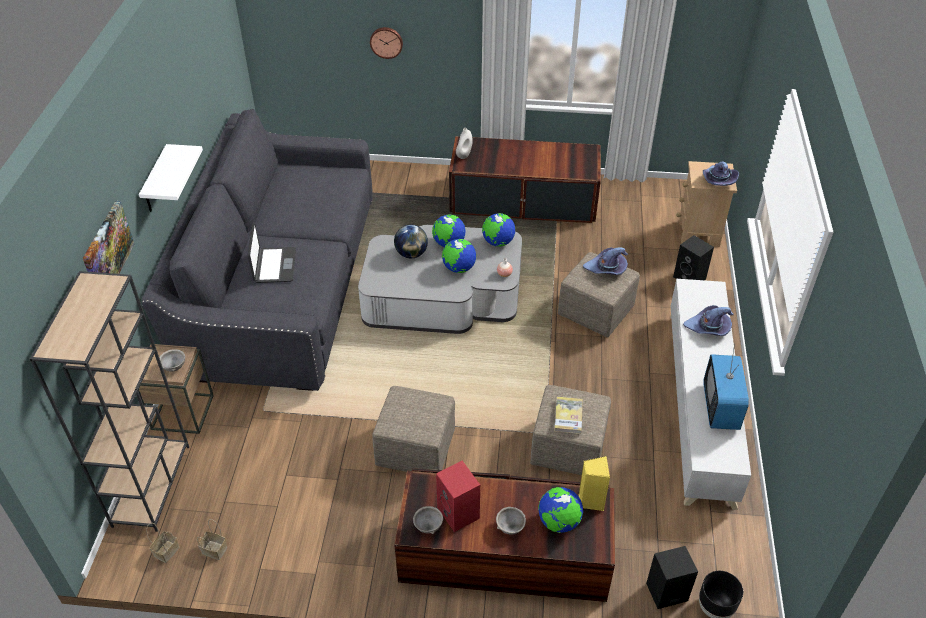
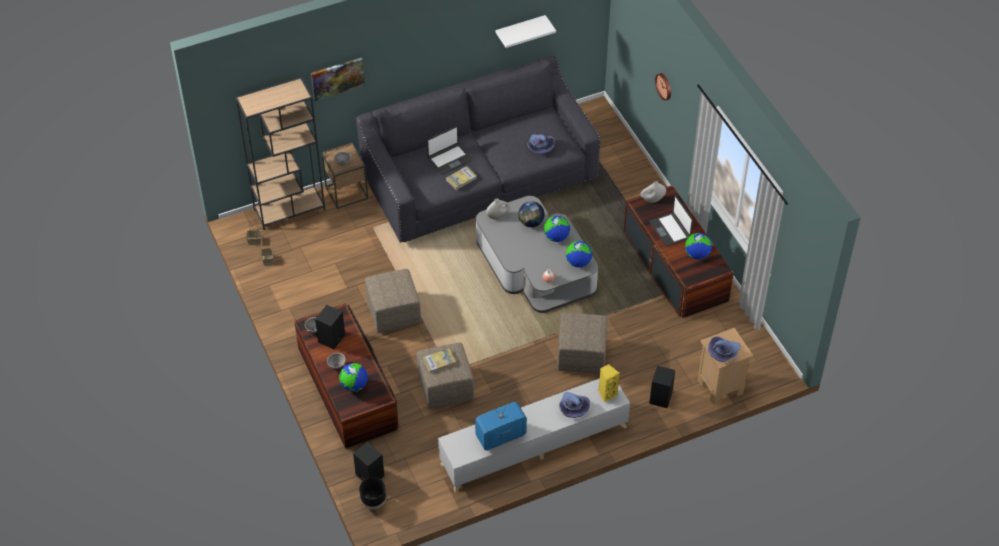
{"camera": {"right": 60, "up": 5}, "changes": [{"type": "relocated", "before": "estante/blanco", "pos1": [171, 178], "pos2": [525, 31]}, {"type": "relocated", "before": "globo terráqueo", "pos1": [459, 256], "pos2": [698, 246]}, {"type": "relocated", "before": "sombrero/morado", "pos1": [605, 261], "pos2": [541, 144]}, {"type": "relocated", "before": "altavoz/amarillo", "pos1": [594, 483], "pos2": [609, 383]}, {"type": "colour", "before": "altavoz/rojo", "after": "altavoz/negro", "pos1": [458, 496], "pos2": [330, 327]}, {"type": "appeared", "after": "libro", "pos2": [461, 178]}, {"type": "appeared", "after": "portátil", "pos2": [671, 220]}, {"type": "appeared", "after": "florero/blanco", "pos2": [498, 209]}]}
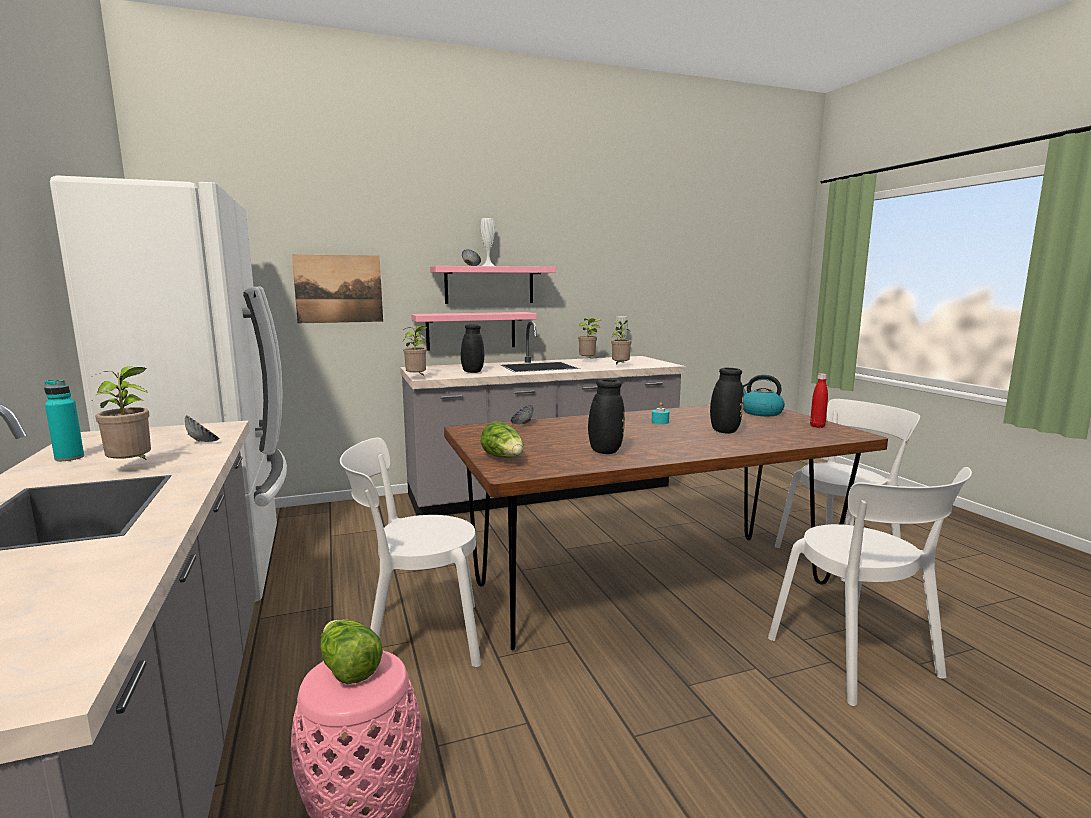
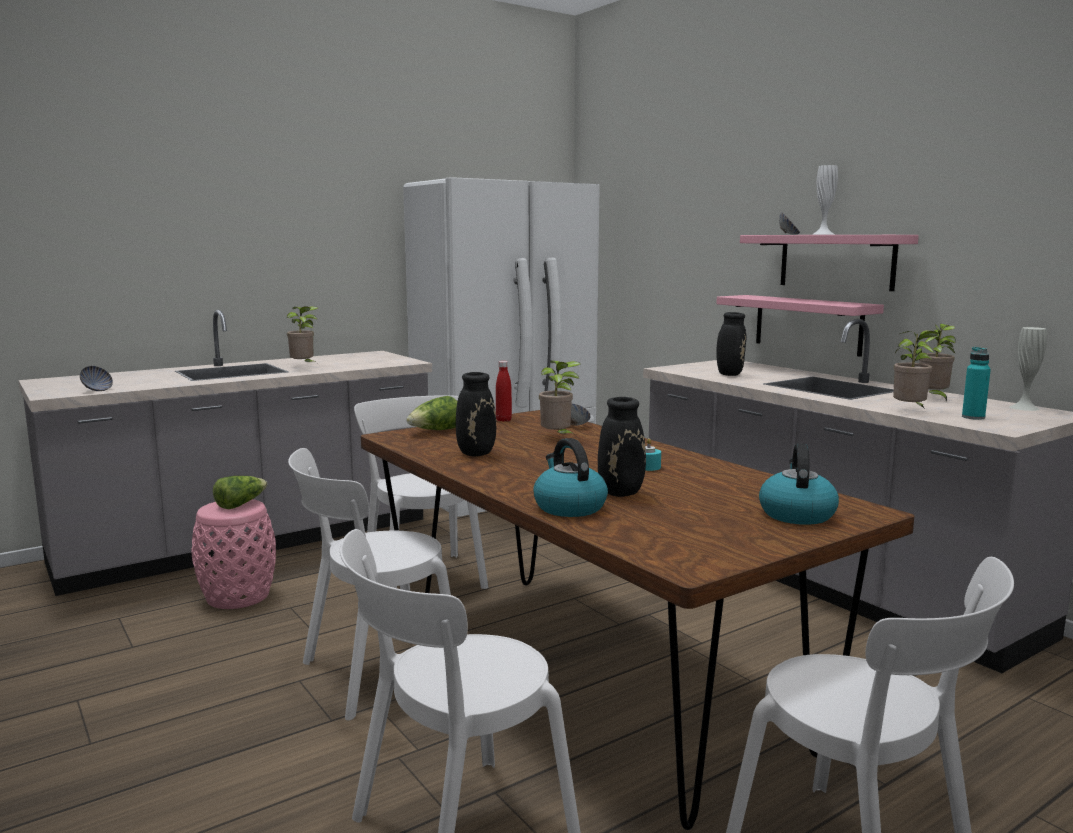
{"camera": {"right": 75, "up": 0}, "changes": [{"type": "missing", "before": "cuadro", "pos1": [337, 289]}, {"type": "relocated", "before": "planta en maceta", "pos1": [415, 351], "pos2": [560, 398]}, {"type": "relocated", "before": "botella/rojo", "pos1": [819, 400], "pos2": [504, 391]}, {"type": "relocated", "before": "botella/turquesa", "pos1": [64, 420], "pos2": [976, 383]}, {"type": "relocated", "before": "cuenco", "pos1": [202, 428], "pos2": [96, 378]}, {"type": "appeared", "after": "hervidor", "pos2": [570, 477]}, {"type": "appeared", "after": "silla/blanco", "pos2": [369, 584]}]}
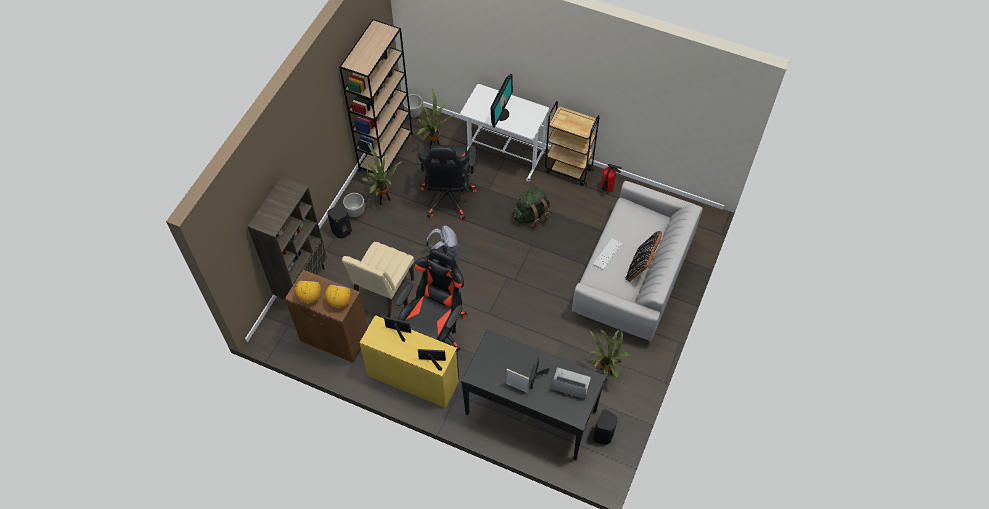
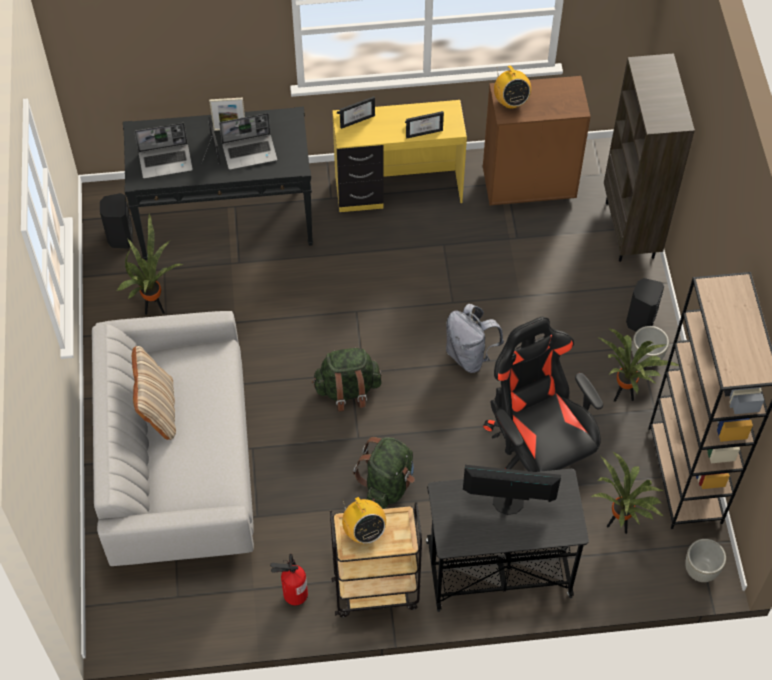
{"camera": {"right": 150, "up": 0}, "changes": [{"type": "spun", "before": "monitor", "pos1": [501, 101], "pos2": [512, 490], "turn": 105}, {"type": "colour", "before": "escritorio/blanco", "after": "escritorio/negro", "pos1": [504, 133], "pos2": [507, 540]}, {"type": "colour", "before": "cojín/negro", "after": "cojín/beis", "pos1": [643, 256], "pos2": [154, 393]}, {"type": "missing", "before": "teclado", "pos1": [607, 254]}, {"type": "missing", "before": "silla/beis", "pos1": [378, 280]}, {"type": "missing", "before": "silla de oficina/negro", "pos1": [432, 300]}, {"type": "relocated", "before": "radio", "pos1": [308, 292], "pos2": [364, 520]}, {"type": "appeared", "after": "portátil", "pos2": [248, 141]}, {"type": "appeared", "after": "mochila/verde", "pos2": [347, 380]}]}
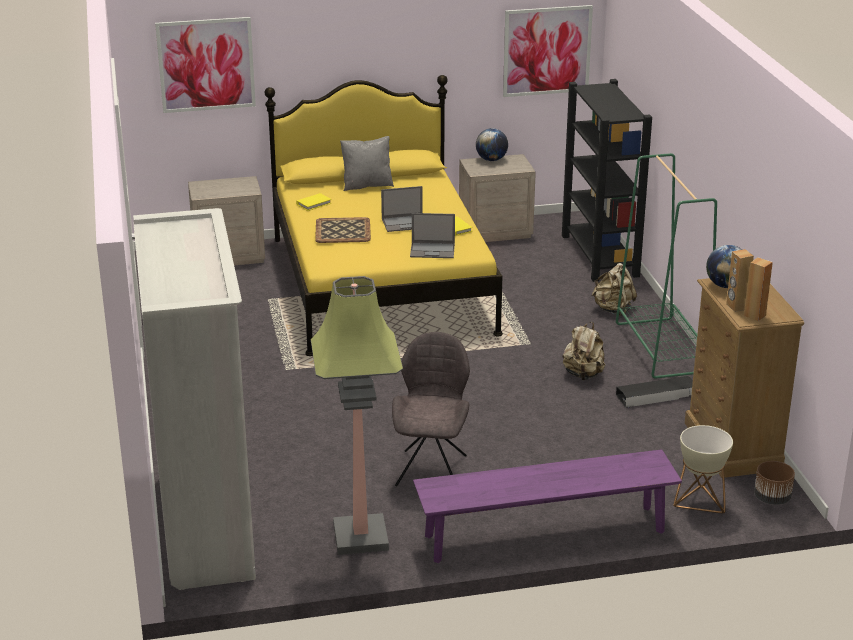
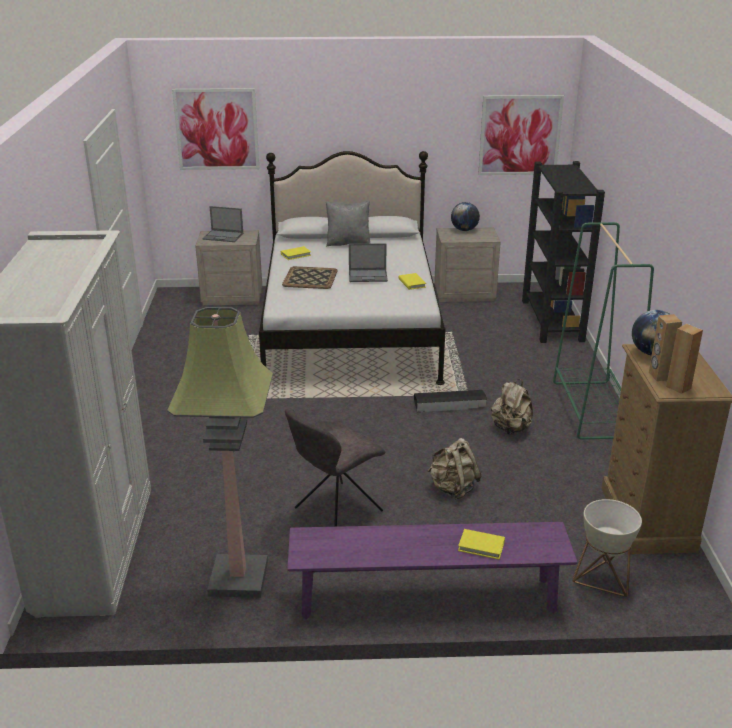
{"camera": {"right": 10, "up": 0}, "changes": [{"type": "colour", "before": "cama/amarillo", "after": "cama/blanco", "pos1": [384, 215], "pos2": [352, 268]}, {"type": "relocated", "before": "portátil", "pos1": [432, 235], "pos2": [222, 224]}, {"type": "relocated", "before": "mochila/beis", "pos1": [614, 289], "pos2": [454, 469]}, {"type": "spun", "before": "silla/gris", "pos1": [431, 409], "pos2": [335, 467], "turn": -150}, {"type": "relocated", "before": "caja de almacenaje/negro", "pos1": [654, 392], "pos2": [450, 401]}, {"type": "missing", "before": "maceta/marrón", "pos1": [774, 483]}, {"type": "appeared", "after": "libro/amarillo", "pos2": [481, 544]}]}
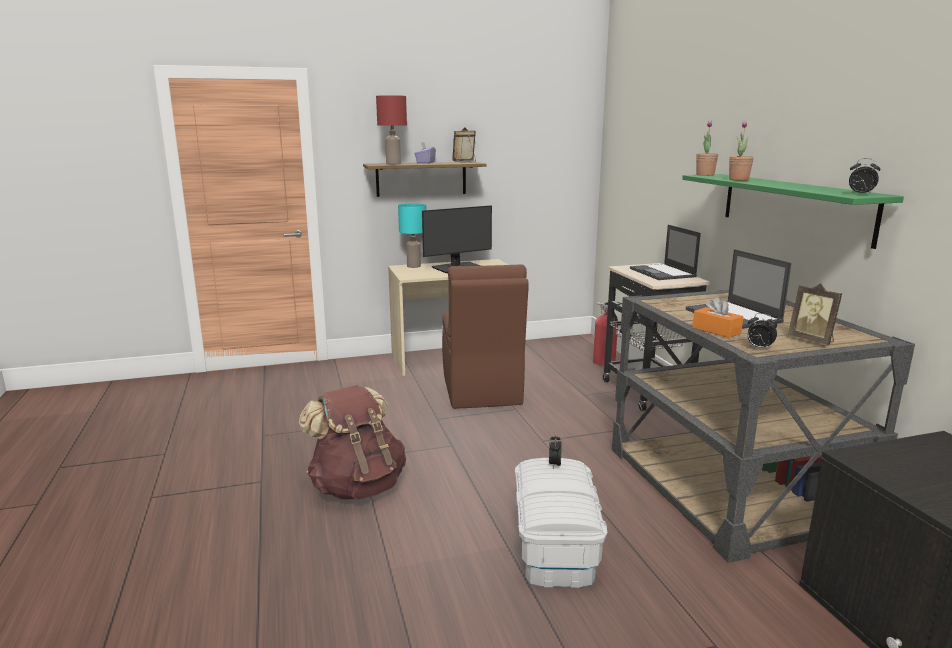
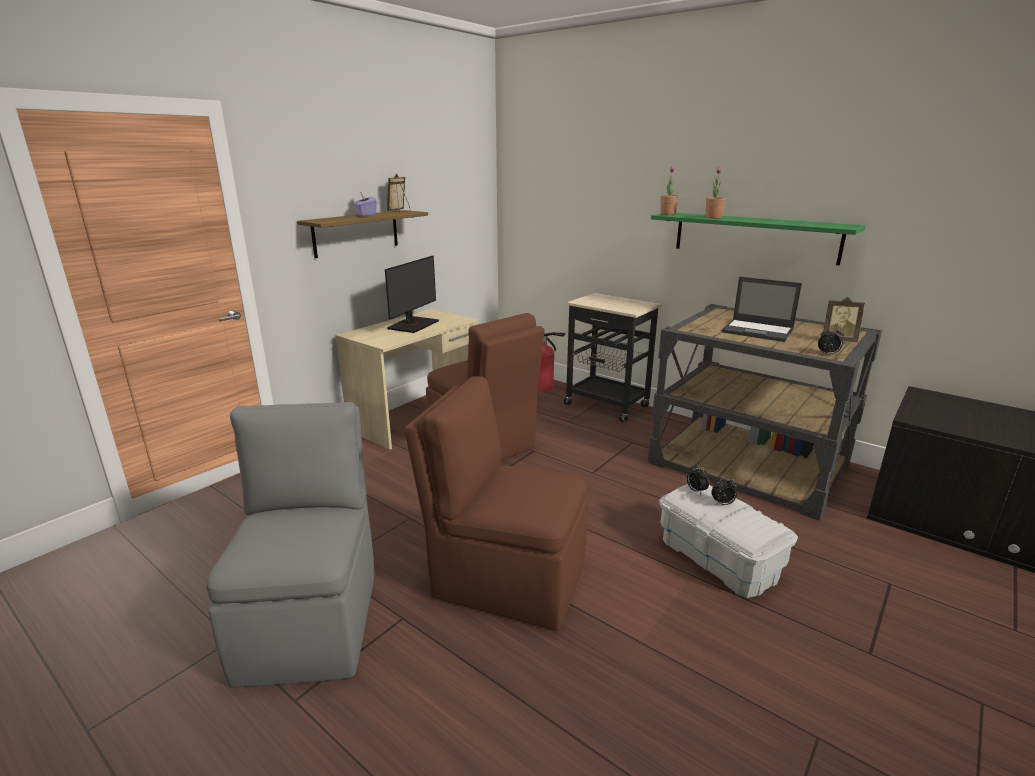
{"camera": {"right": -35, "up": 5}, "changes": [{"type": "missing", "before": "lámpara de mesa/rojo", "pos1": [391, 130]}, {"type": "relocated", "before": "despertador", "pos1": [864, 176], "pos2": [724, 491]}, {"type": "missing", "before": "lámpara de mesa/turquesa", "pos1": [412, 236]}, {"type": "missing", "before": "portátil", "pos1": [665, 252]}, {"type": "missing", "before": "caja de pañuelos/naranja", "pos1": [717, 317]}, {"type": "exchanged", "before": "mochila/marrón", "after": "silla/marrón", "pos1": [352, 442], "pos2": [496, 503]}, {"type": "appeared", "after": "silla/gris", "pos2": [290, 544]}]}
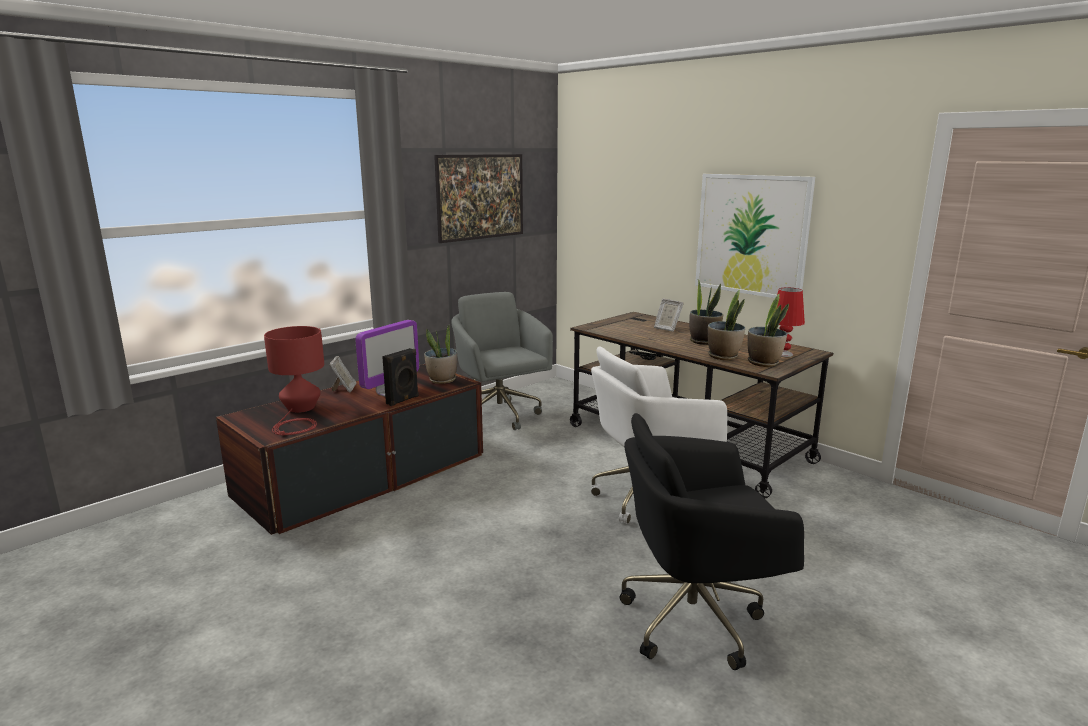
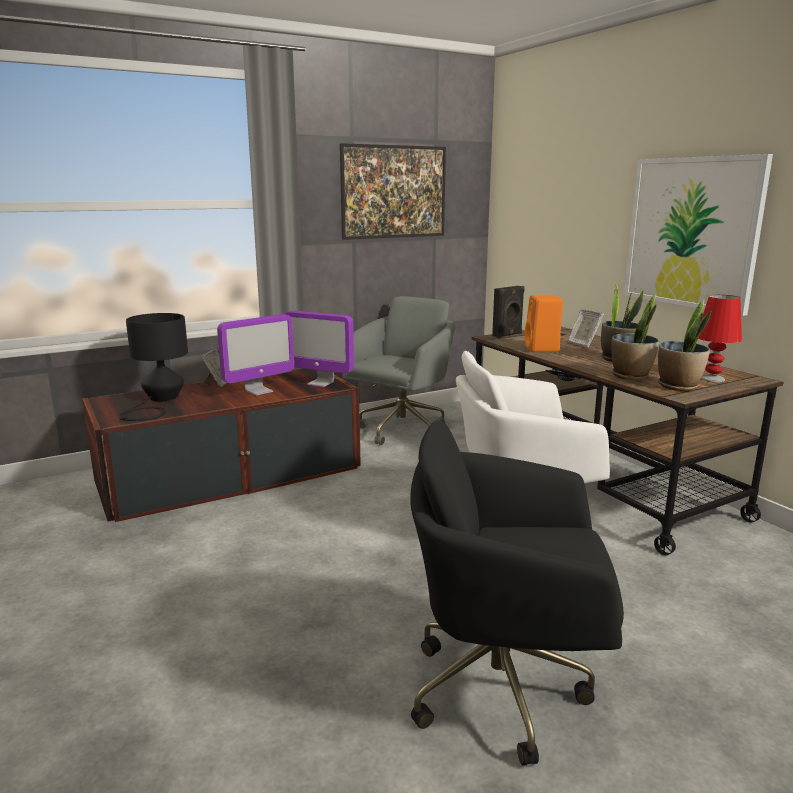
{"camera": {"right": 15, "up": 0}, "changes": [{"type": "spun", "before": "silla de oficina/gris", "pos1": [502, 361], "pos2": [398, 370], "turn": 45}, {"type": "exchanged", "before": "planta en maceta", "after": "monitor", "pos1": [440, 354], "pos2": [319, 349]}, {"type": "colour", "before": "lámpara de mesa/rojo", "after": "lámpara de mesa/negro", "pos1": [294, 381], "pos2": [153, 367]}, {"type": "relocated", "before": "altavoz/negro", "pos1": [400, 377], "pos2": [508, 312]}, {"type": "appeared", "after": "altavoz/naranja", "pos2": [544, 323]}]}
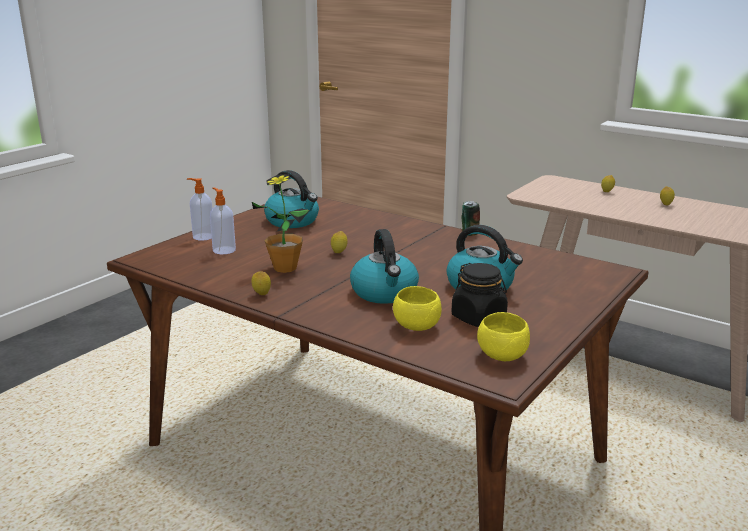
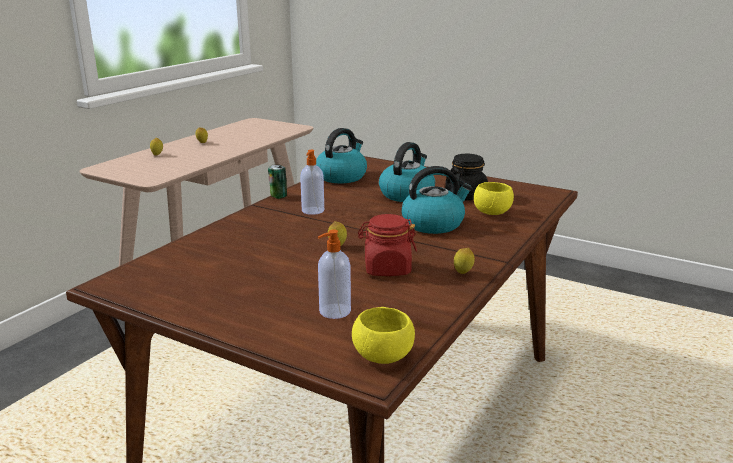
{"camera": {"right": -95, "up": 0}, "changes": [{"type": "relocated", "before": "hervidor", "pos1": [291, 199], "pos2": [341, 155]}, {"type": "exchanged", "before": "planta en maceta", "after": "tarro/rojo", "pos1": [281, 223], "pos2": [387, 245]}, {"type": "relocated", "before": "dispensador de jabón", "pos1": [199, 209], "pos2": [312, 182]}, {"type": "relocated", "before": "cuenco/amarillo", "pos1": [503, 336], "pos2": [383, 335]}]}
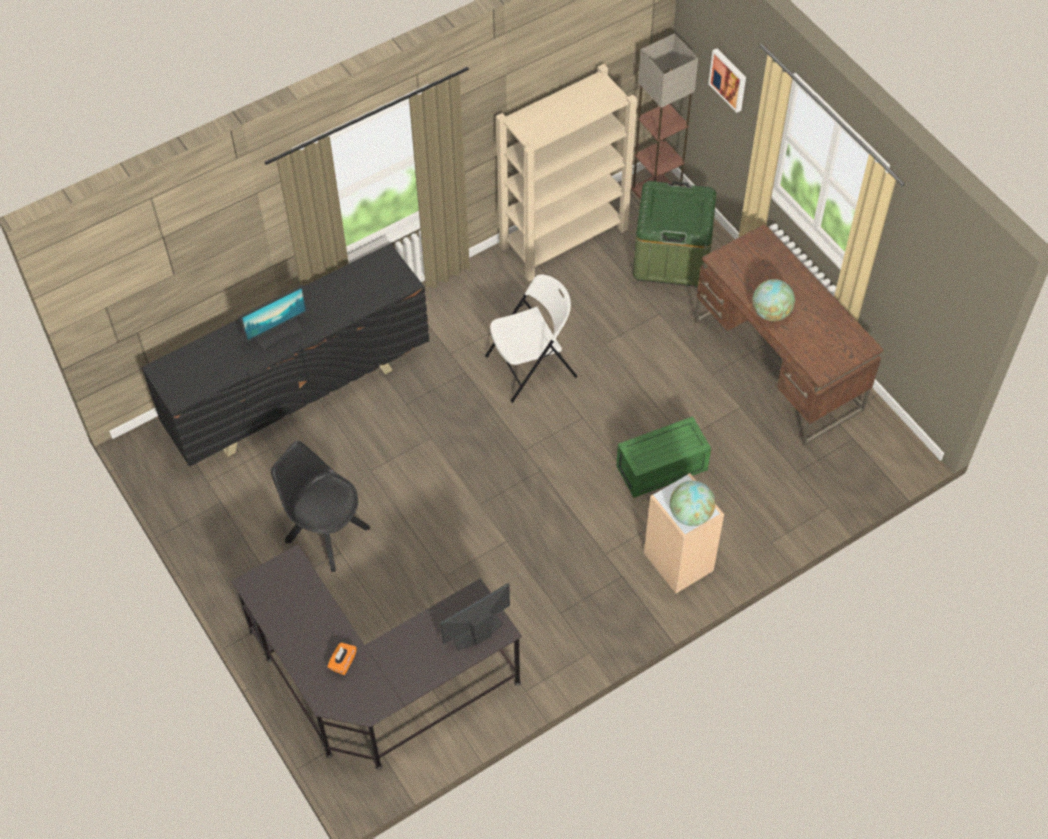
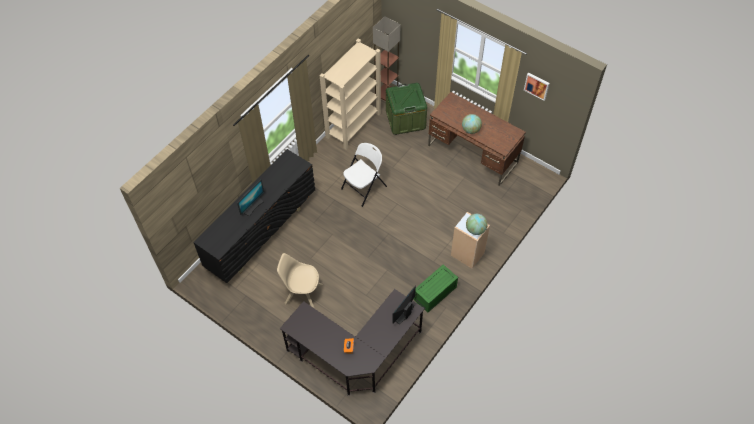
{"camera": {"right": -20, "up": 0}, "changes": [{"type": "relocated", "before": "cuadro", "pos1": [727, 80], "pos2": [537, 87]}, {"type": "relocated", "before": "caja de almacenaje/verde", "pos1": [663, 457], "pos2": [435, 288]}, {"type": "colour", "before": "silla/negro", "after": "silla/beis", "pos1": [320, 506], "pos2": [299, 281]}]}
